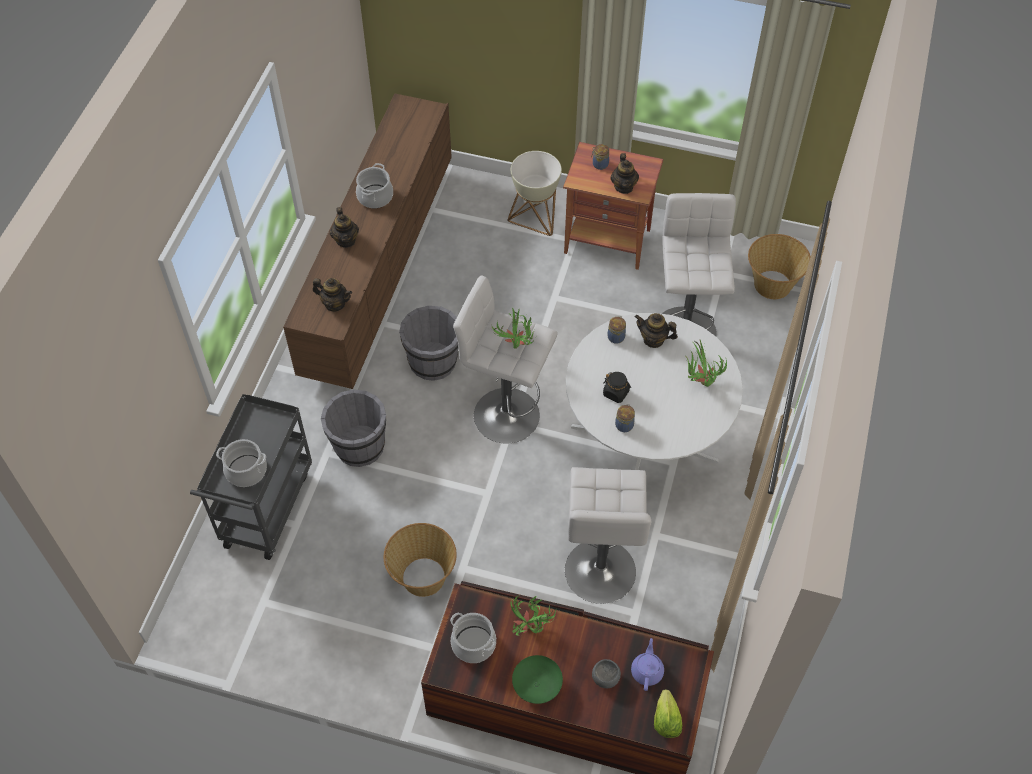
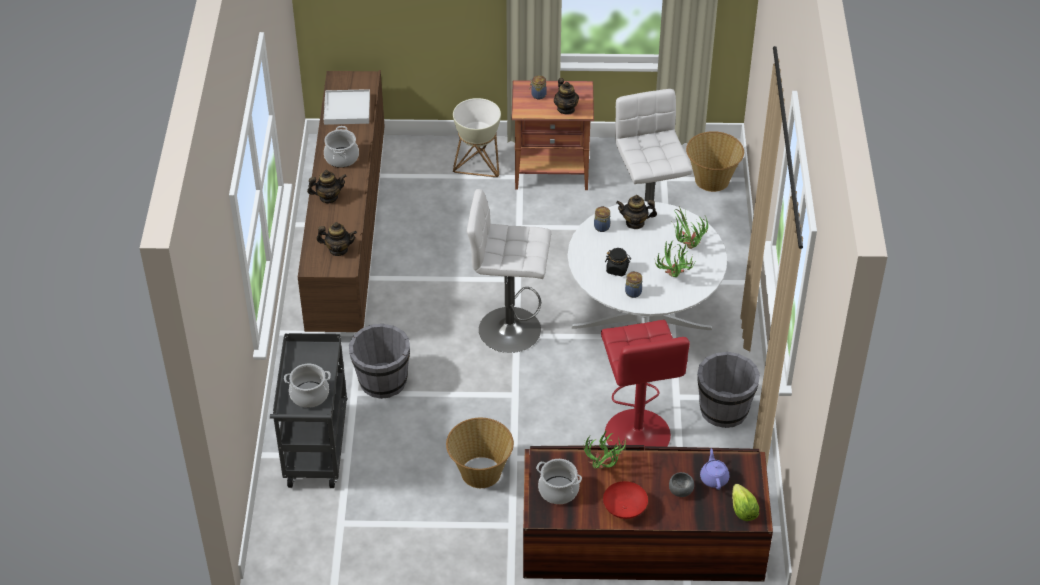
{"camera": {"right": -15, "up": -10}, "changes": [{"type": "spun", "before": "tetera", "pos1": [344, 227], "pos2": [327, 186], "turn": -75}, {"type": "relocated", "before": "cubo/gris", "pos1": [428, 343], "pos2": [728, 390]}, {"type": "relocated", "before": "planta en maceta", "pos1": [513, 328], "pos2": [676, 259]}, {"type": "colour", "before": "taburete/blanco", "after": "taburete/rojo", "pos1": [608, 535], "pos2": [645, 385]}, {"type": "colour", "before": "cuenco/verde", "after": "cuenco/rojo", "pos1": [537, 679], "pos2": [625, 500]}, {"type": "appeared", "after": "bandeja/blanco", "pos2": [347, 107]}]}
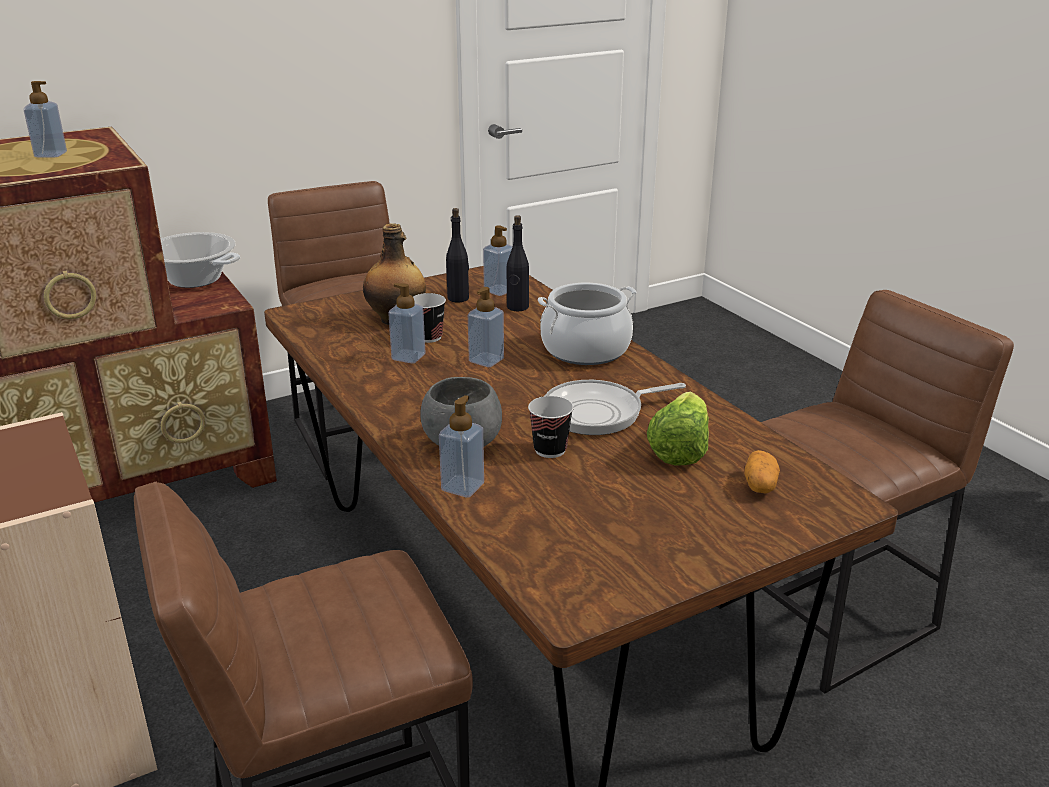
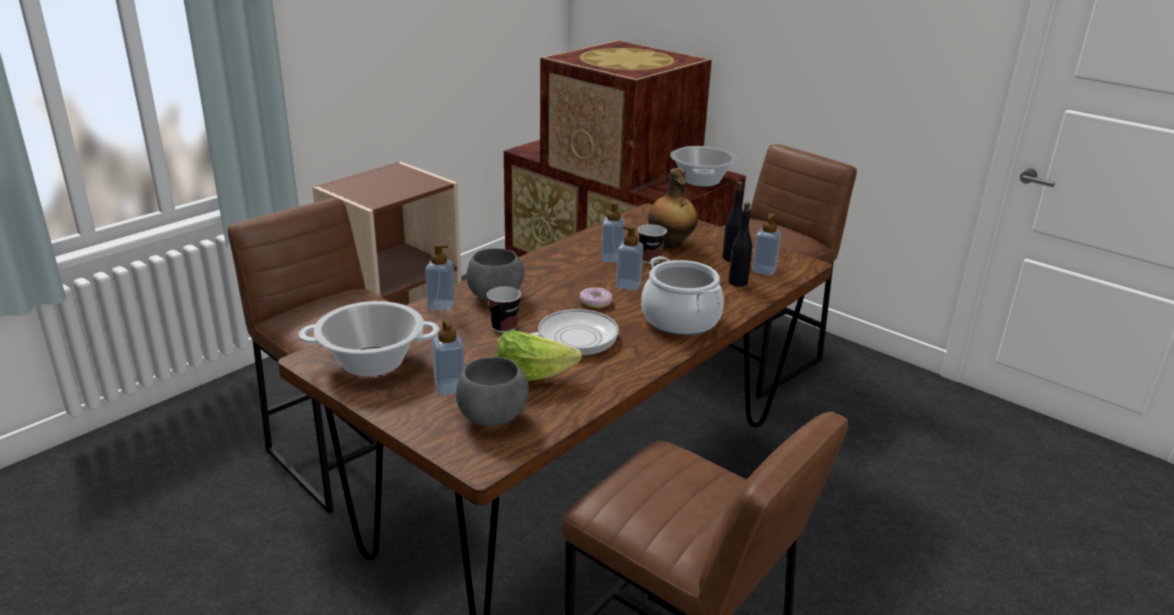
{"camera": {"right": 70, "up": 0}, "changes": [{"type": "relocated", "before": "dispensador de jabón", "pos1": [45, 119], "pos2": [448, 356]}, {"type": "spun", "before": "sartén", "pos1": [615, 407], "pos2": [558, 332], "turn": 105}, {"type": "exchanged", "before": "patata", "after": "cuenco/gris", "pos1": [762, 471], "pos2": [492, 391]}, {"type": "appeared", "after": "rosquilla", "pos2": [596, 297]}, {"type": "appeared", "after": "olla", "pos2": [369, 339]}]}
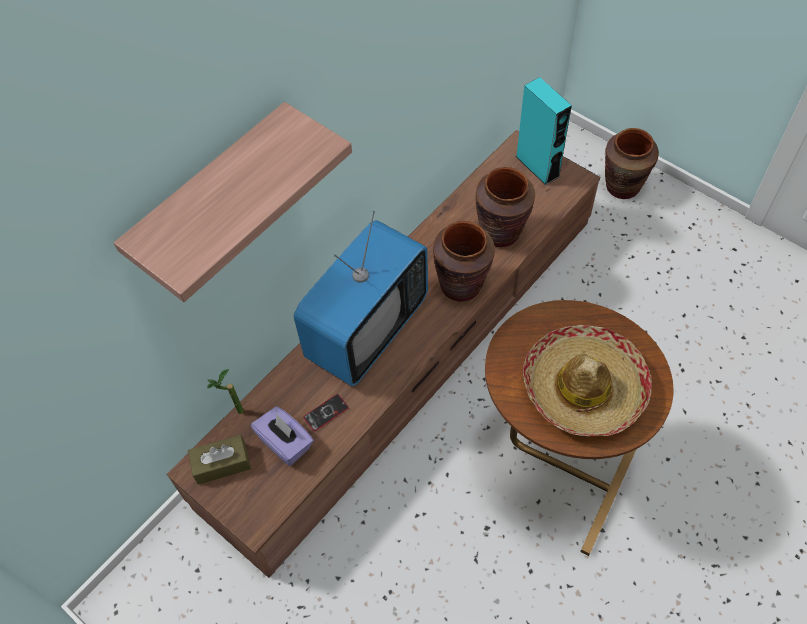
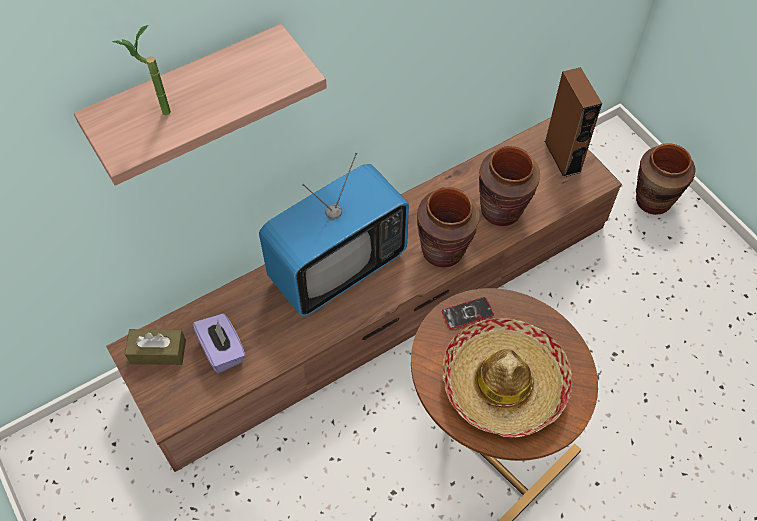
{"camera": {"right": 15, "up": 0}, "changes": [{"type": "colour", "before": "altavoz/turquesa", "after": "altavoz/marrón", "pos1": [543, 131], "pos2": [573, 122]}, {"type": "relocated", "before": "planta en maceta", "pos1": [225, 391], "pos2": [141, 70]}, {"type": "relocated", "before": "móvil", "pos1": [326, 412], "pos2": [468, 313]}]}
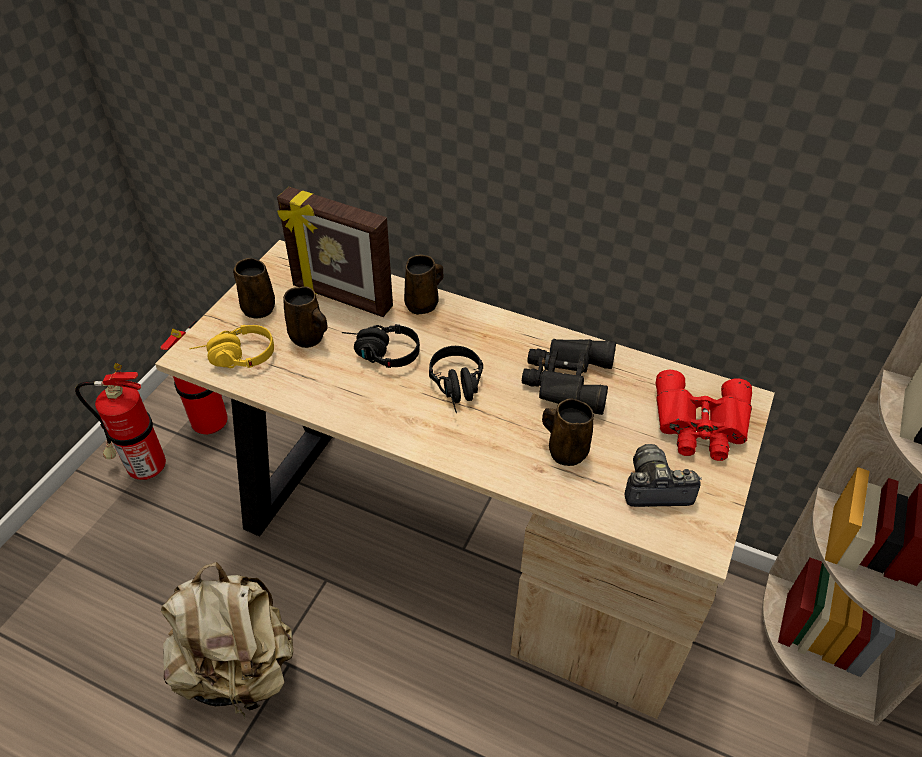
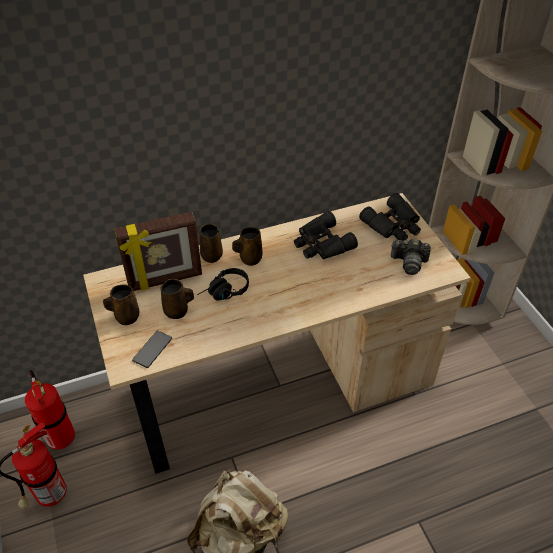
{"camera": {"right": -45, "up": 0}, "changes": [{"type": "exchanged", "before": "auriculares/amarillo", "after": "móvil", "pos1": [231, 346], "pos2": [152, 349]}, {"type": "missing", "before": "auriculares/negro", "pos1": [456, 379]}, {"type": "colour", "before": "prismáticos/rojo", "after": "prismáticos/negro", "pos1": [703, 415], "pos2": [390, 216]}, {"type": "relocated", "before": "taza grande/marrón", "pos1": [568, 432], "pos2": [247, 246]}, {"type": "spun", "before": "cámara", "pos1": [663, 475], "pos2": [411, 256], "turn": -120}]}
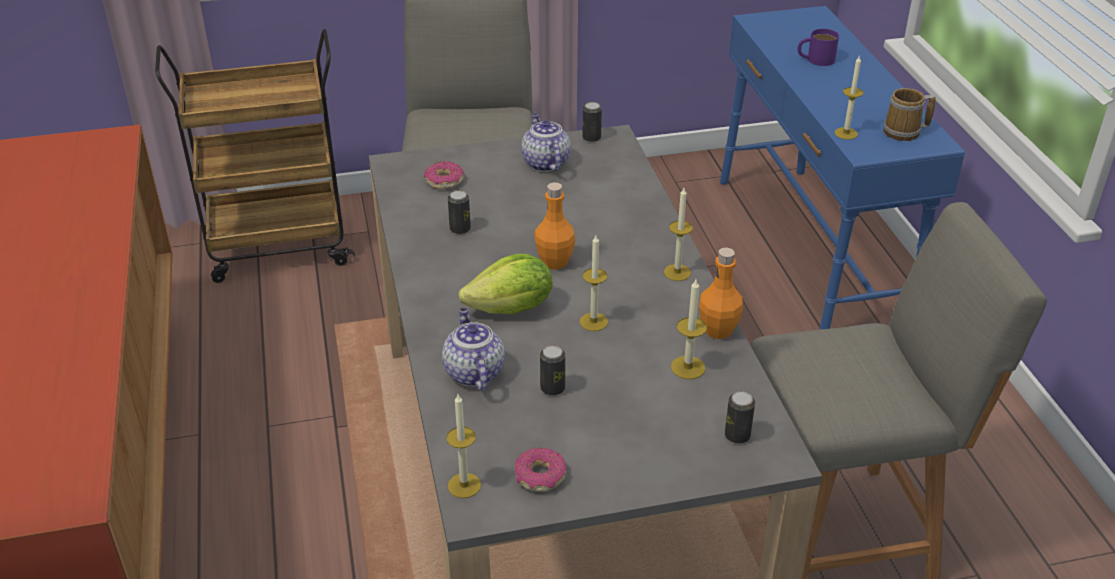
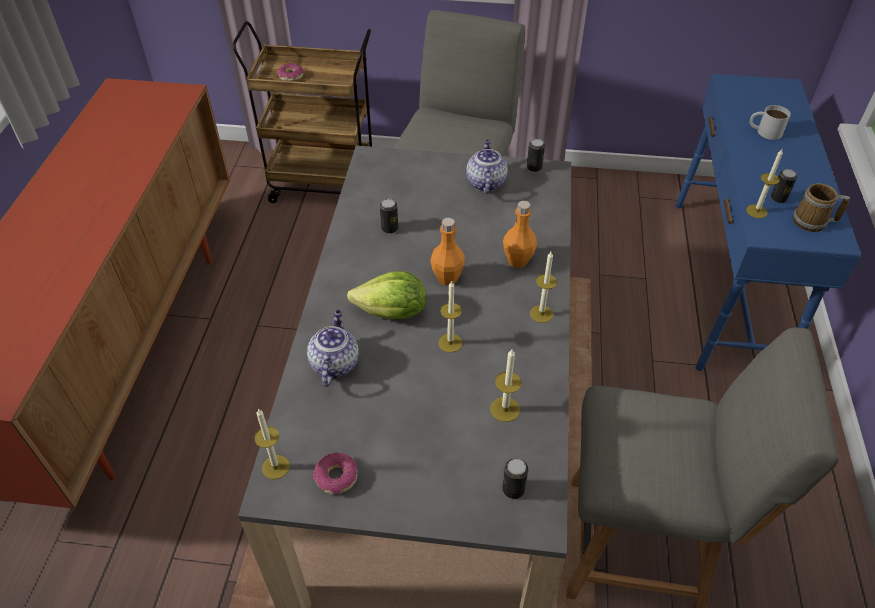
{"camera": {"right": 20, "up": 10}, "changes": [{"type": "colour", "before": "taza grande/morado", "after": "taza grande/blanco", "pos1": [818, 47], "pos2": [770, 122]}, {"type": "relocated", "before": "rosquilla", "pos1": [444, 175], "pos2": [291, 72]}, {"type": "relocated", "before": "botella/naranja", "pos1": [721, 293], "pos2": [520, 234]}, {"type": "relocated", "before": "lata", "pos1": [552, 370], "pos2": [784, 186]}]}
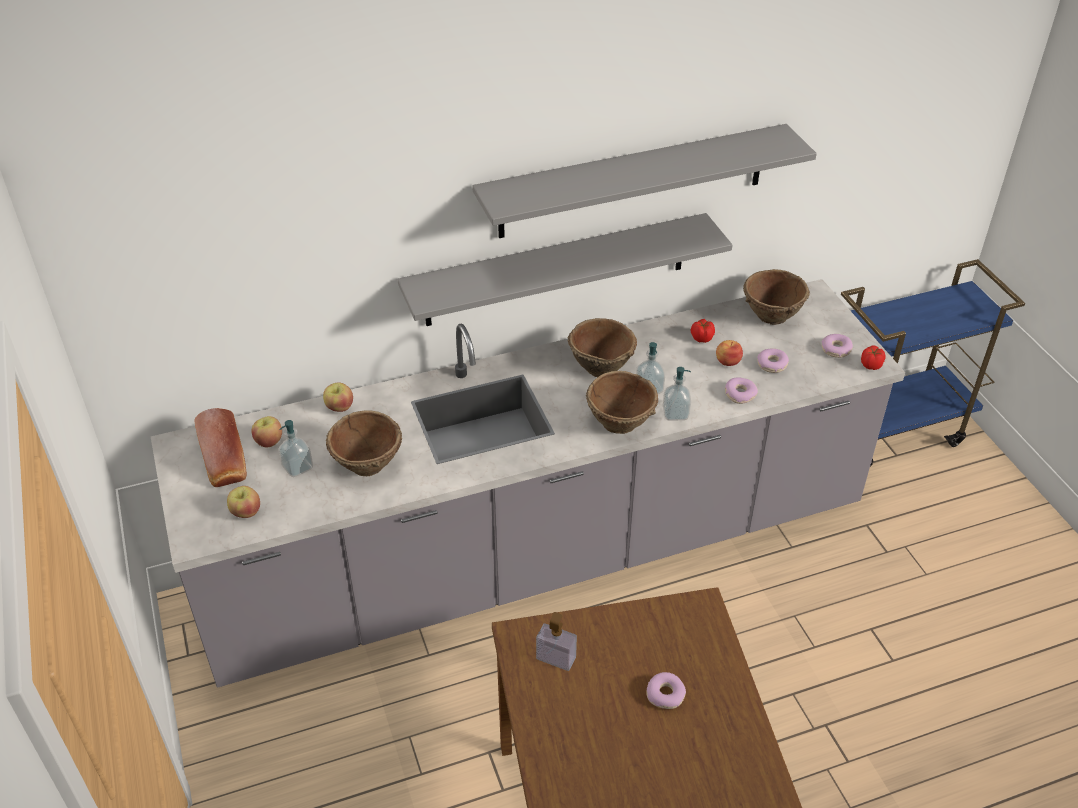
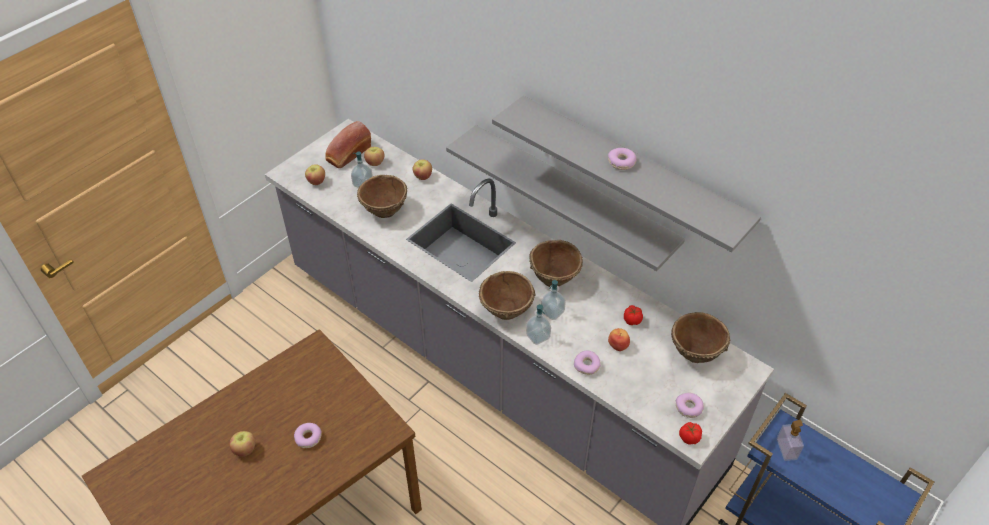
{"camera": {"right": 60, "up": 5}, "changes": [{"type": "relocated", "before": "rosquilla", "pos1": [773, 360], "pos2": [622, 159]}, {"type": "relocated", "before": "dispensador de jabón", "pos1": [556, 641], "pos2": [790, 440]}, {"type": "appeared", "after": "manzana", "pos2": [242, 444]}]}
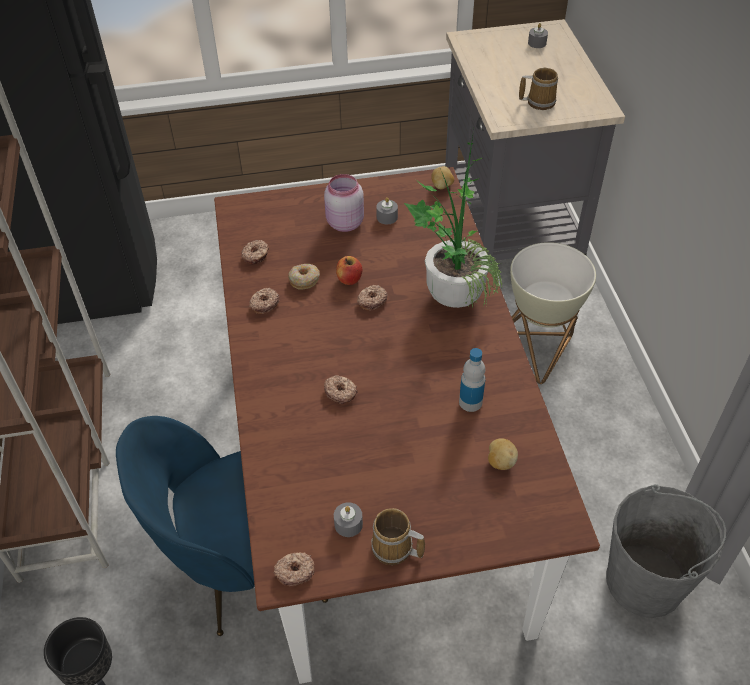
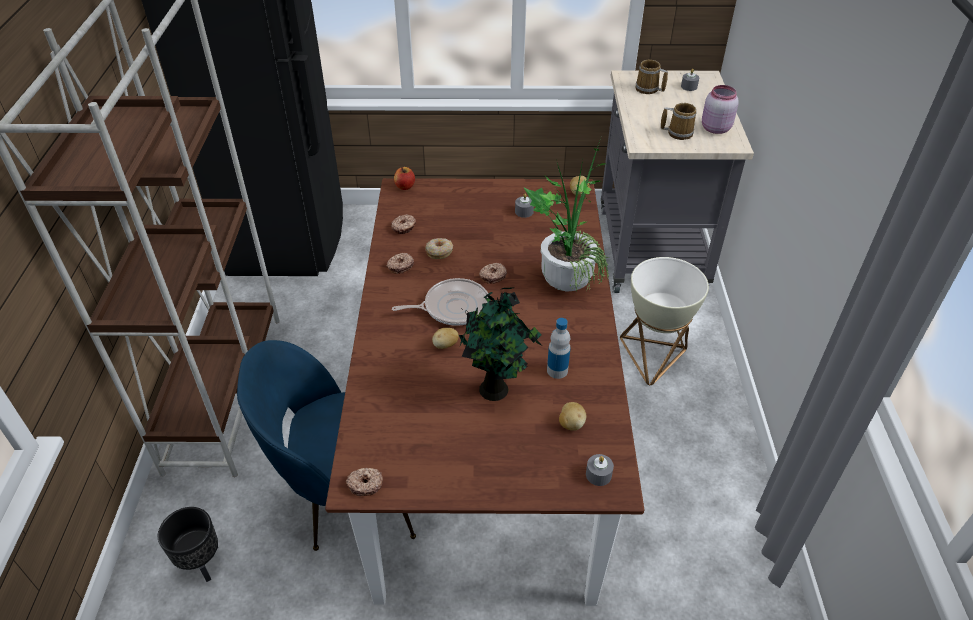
{"camera": {"right": 10, "up": -5}, "changes": [{"type": "relocated", "before": "tarro/rosa", "pos1": [344, 203], "pos2": [720, 109]}, {"type": "relocated", "before": "manzana", "pos1": [349, 270], "pos2": [404, 178]}, {"type": "exchanged", "before": "rosquilla", "after": "patata", "pos1": [341, 389], "pos2": [445, 338]}, {"type": "missing", "before": "cubo/gris", "pos1": [666, 551]}, {"type": "relocated", "before": "vela/gris", "pos1": [348, 519], "pos2": [600, 470]}, {"type": "relocated", "before": "taza grande", "pos1": [398, 536], "pos2": [652, 77]}, {"type": "appeared", "after": "sartén", "pos2": [440, 302]}, {"type": "appeared", "after": "planta en maceta", "pos2": [500, 344]}]}
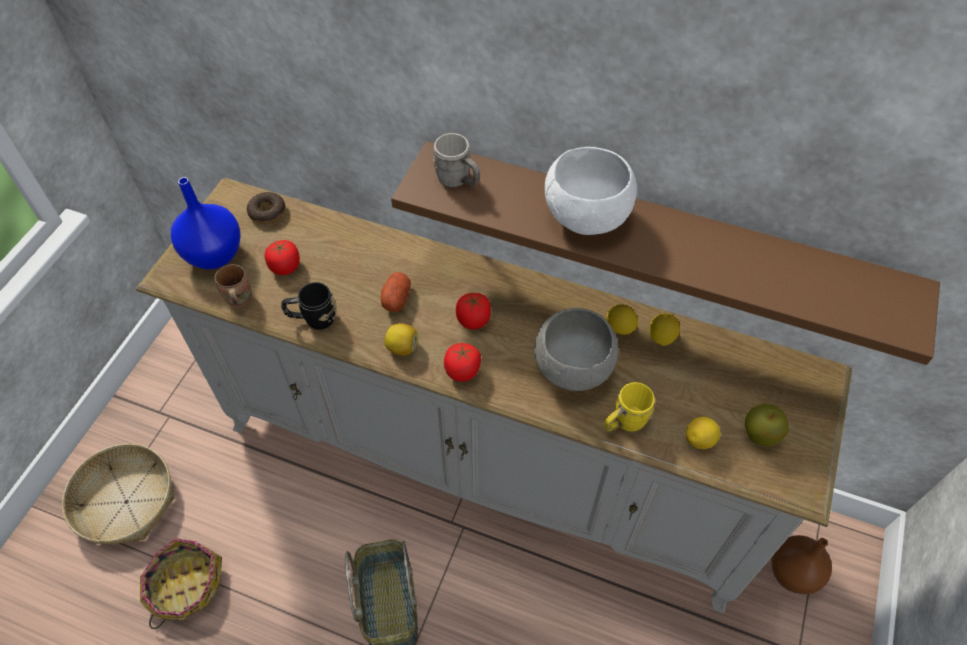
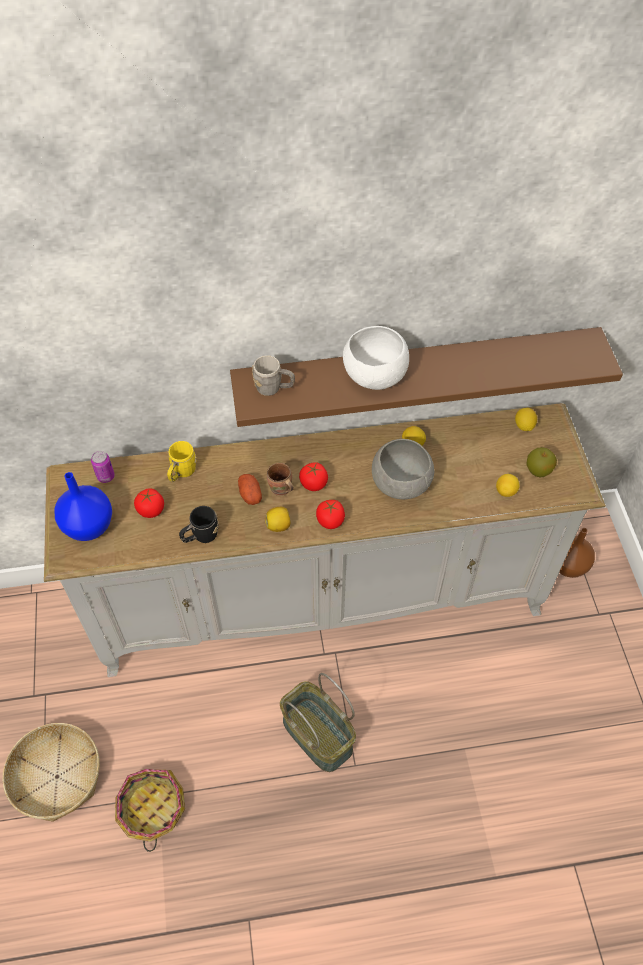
{"camera": {"right": -30, "up": 0}, "changes": [{"type": "exchanged", "before": "rosquilla", "after": "lata", "pos1": [266, 208], "pos2": [103, 467]}, {"type": "relocated", "before": "taza grande/marrón", "pos1": [233, 285], "pos2": [280, 479]}, {"type": "relocated", "before": "limón", "pos1": [665, 329], "pos2": [526, 419]}, {"type": "relocated", "before": "taza grande/amarillo", "pos1": [629, 407], "pos2": [182, 461]}]}
